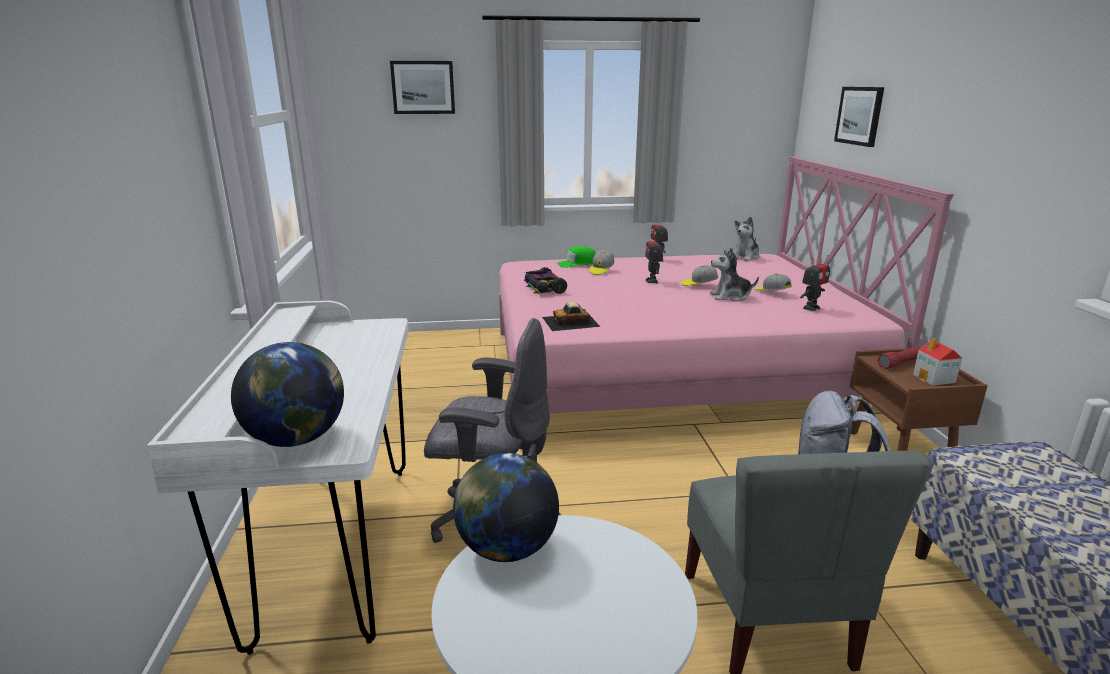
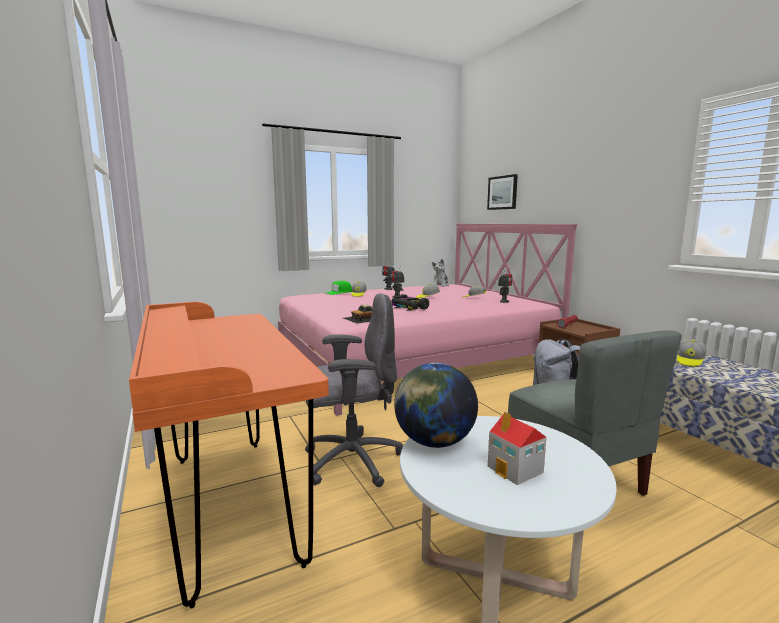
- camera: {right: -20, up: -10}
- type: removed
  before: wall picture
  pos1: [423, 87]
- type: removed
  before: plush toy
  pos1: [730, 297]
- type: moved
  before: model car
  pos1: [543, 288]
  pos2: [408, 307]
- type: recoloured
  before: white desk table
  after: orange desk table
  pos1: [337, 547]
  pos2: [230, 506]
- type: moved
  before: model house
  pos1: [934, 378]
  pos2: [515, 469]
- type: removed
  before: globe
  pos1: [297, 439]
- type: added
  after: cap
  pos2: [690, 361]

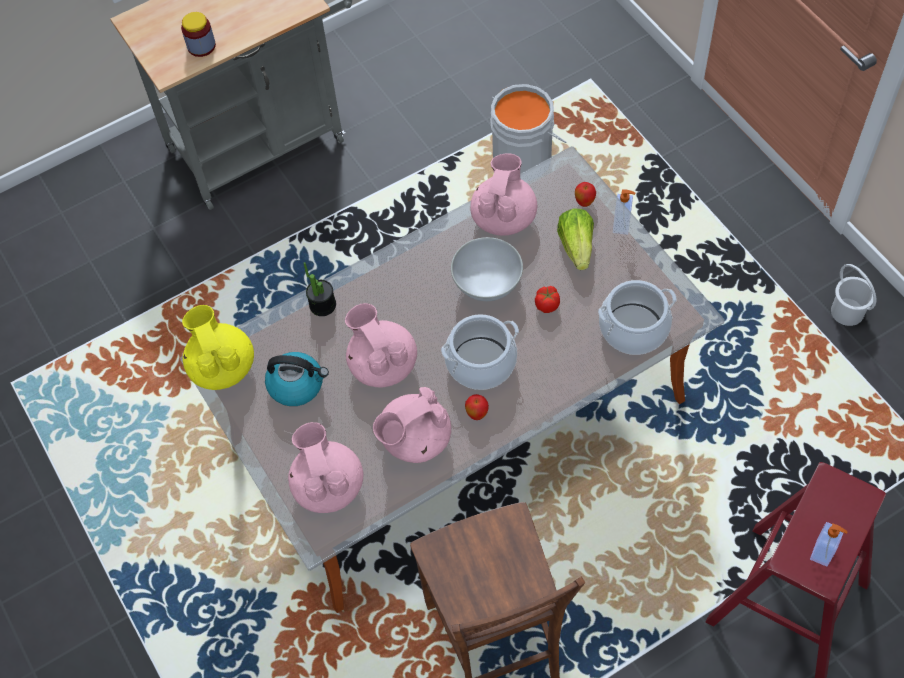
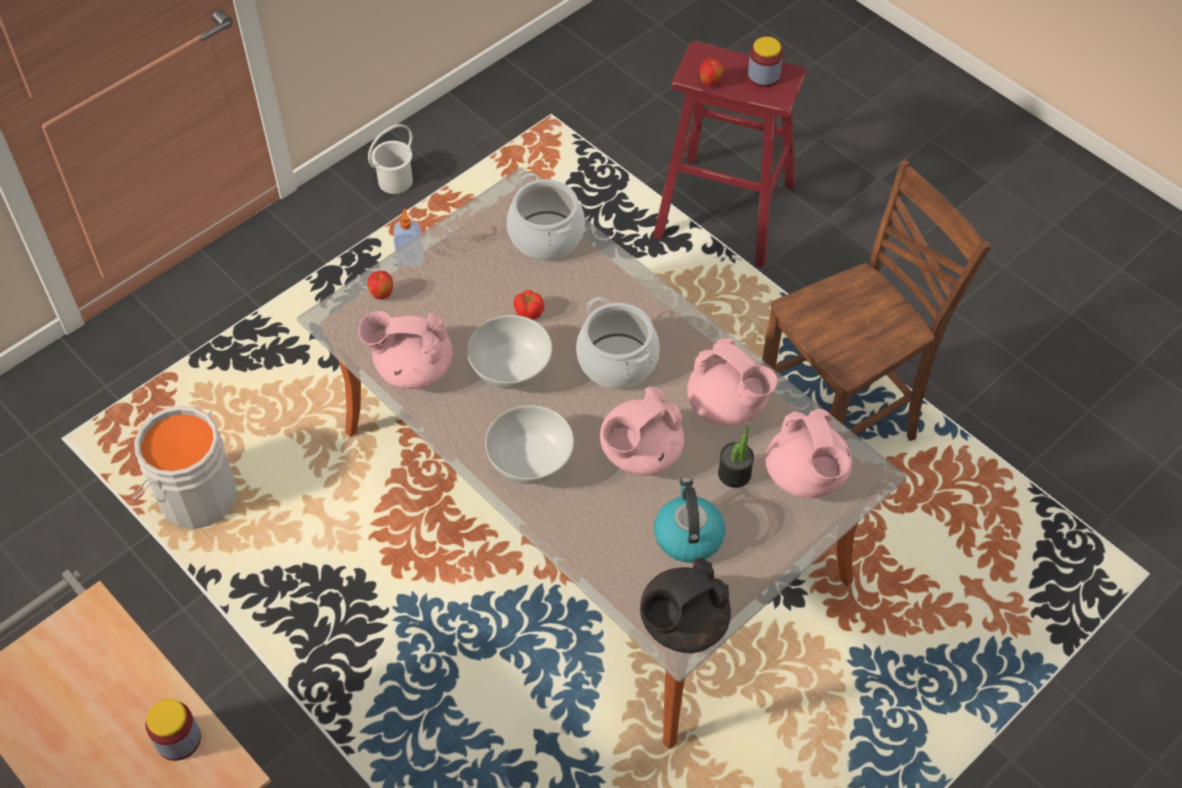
- camera: {right: -105, up: -5}
- type: removed
  before: lettuce
  pos1: [576, 246]
- type: moved
  before: plant in a pot
  pos1: [322, 305]
  pos2: [734, 474]
- type: recoloured
  before: yellowish pot for tea
  after: black pot for tea
  pos1: [222, 366]
  pos2: [682, 625]
- type: moved
  before: apple
  pos1: [477, 414]
  pos2: [710, 83]
- type: turned
  before: pinkish pot for tea
  pos1: [328, 485]
  pos2: [806, 477]
  turn: -75
- type: replaced
  before: liquid soap bottle
  after: preserve jar
  pos1: [823, 553]
  pos2: [763, 76]
- type: added
  after: white serving bowl
  pos2: [530, 463]

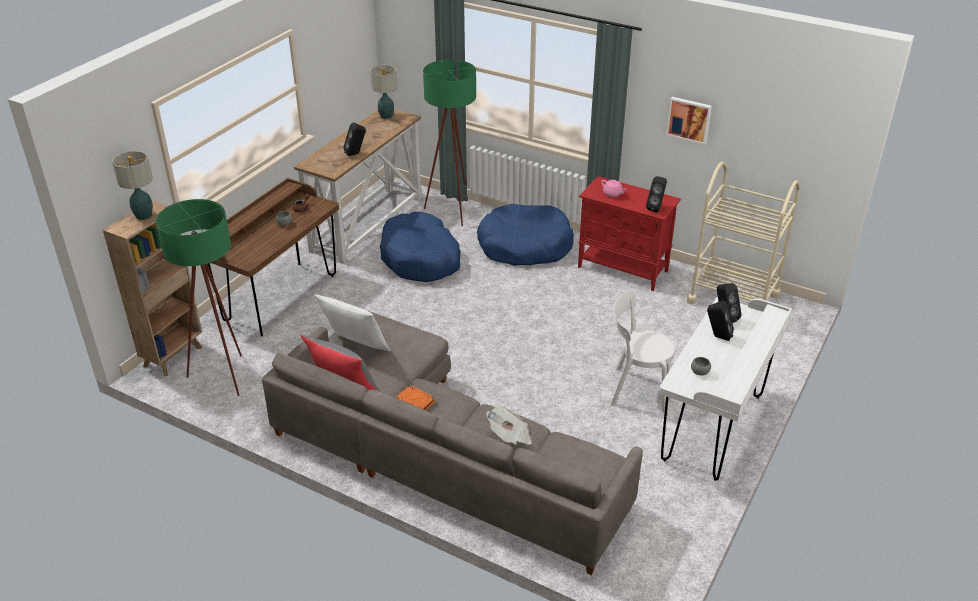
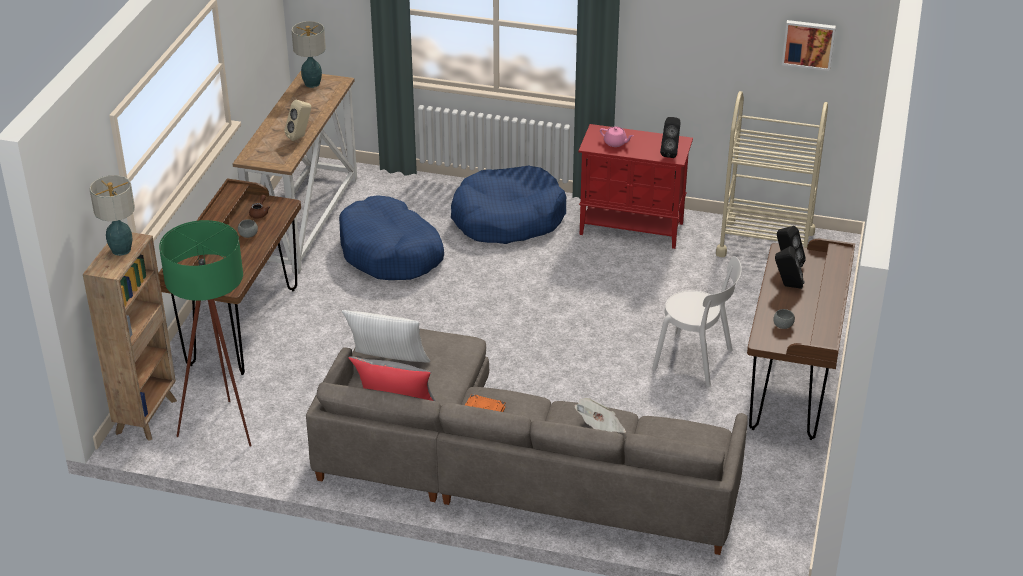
- camera: {right: -15, up: 0}
- type: removed
  before: greenish standing lamp
  pos1: [453, 215]
- type: moved
  before: wall picture
  pos1: [689, 119]
  pos2: [808, 44]
- type: recoloured
  before: black audio speaker
  after: sand-coloured audio speaker
  pos1: [356, 154]
  pos2: [300, 137]
- type: turned
  before: white chair
  pos1: [636, 389]
  pos2: [696, 360]
  turn: -150
- type: recoloured
  before: white desk table
  after: brownish desk table
  pos1: [713, 428]
  pos2: [791, 387]

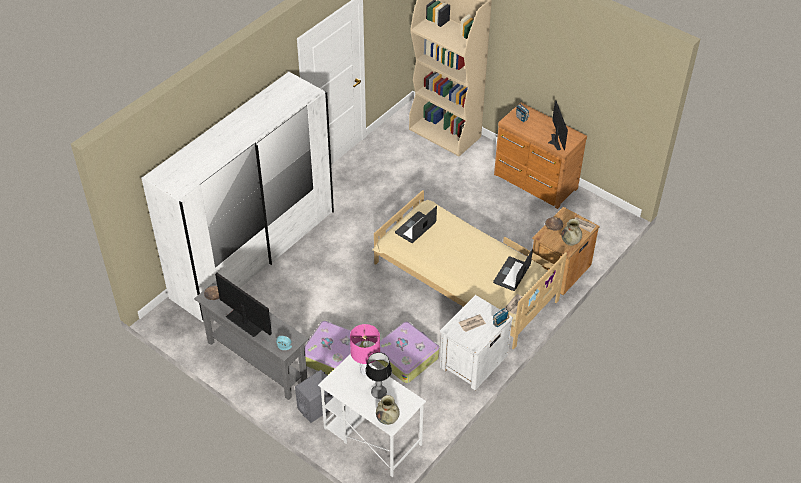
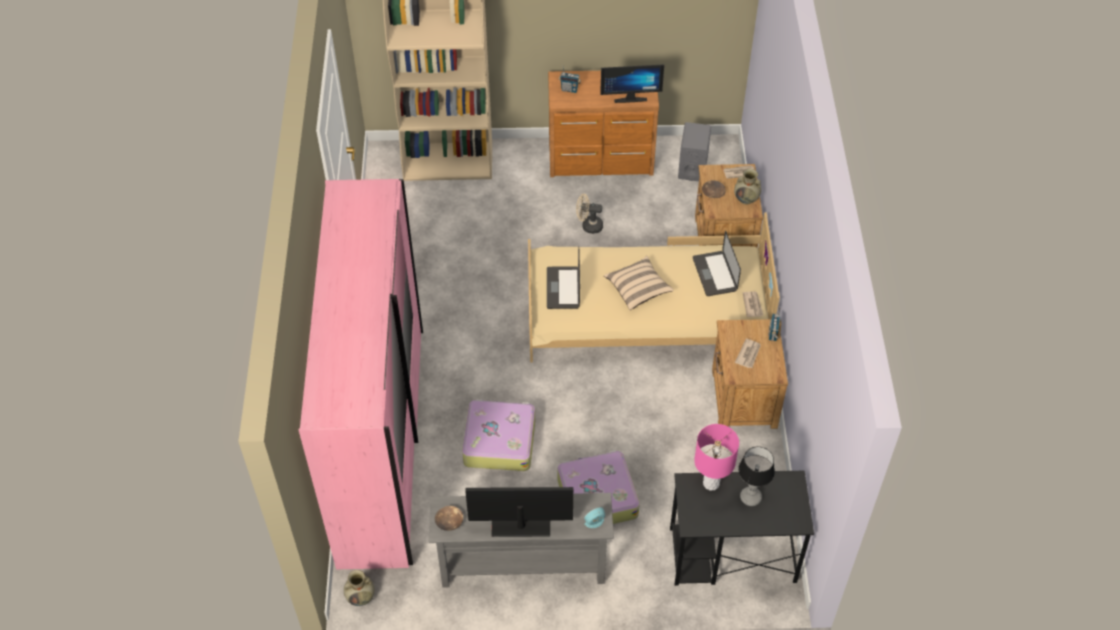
- camera: {right: -40, up: 5}
- type: recoloured
  before: white clothes cupboard
  after: pinkish clothes cupboard
  pos1: [254, 253]
  pos2: [381, 443]
- type: turned
  before: monitor
  pos1: [553, 142]
  pos2: [630, 97]
  turn: 135
- type: recoloured
  before: white bedside table
  after: brownish bedside table
  pos1: [472, 361]
  pos2: [743, 399]
- type: moved
  before: piece of luggage
  pos1: [406, 357]
  pos2: [499, 441]
- type: recoloured
  before: white desk table
  after: black desk table
  pos1: [372, 436]
  pos2: [731, 555]
- type: moved
  before: gray audio speaker
  pos1: [317, 407]
  pos2: [692, 167]
- type: moved
  before: sand-coloured flower vase
  pos1: [388, 419]
  pos2: [361, 597]
- type: added
  after: sand-coloured fan
  pos2: [588, 226]
- type: added
  after: sand-coloured cushion
  pos2: [638, 289]

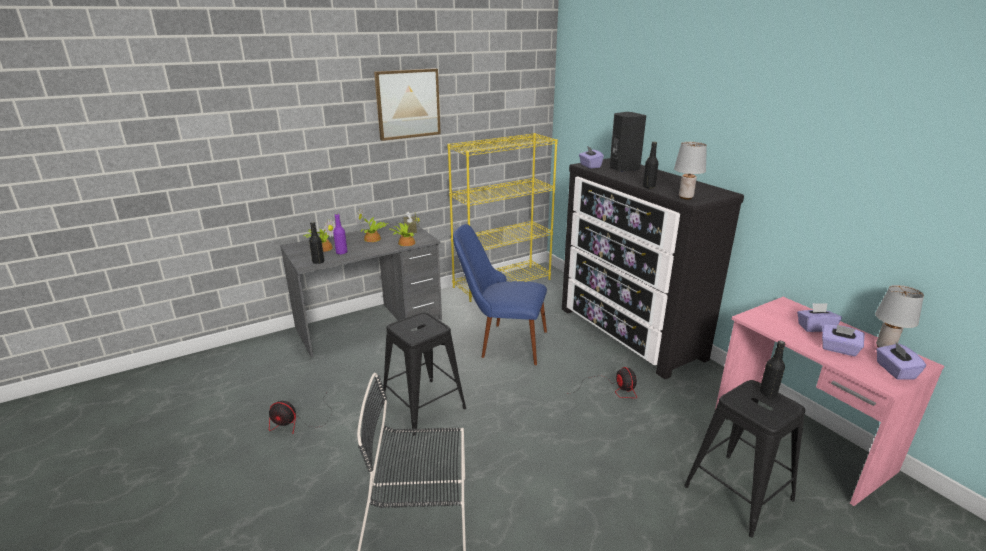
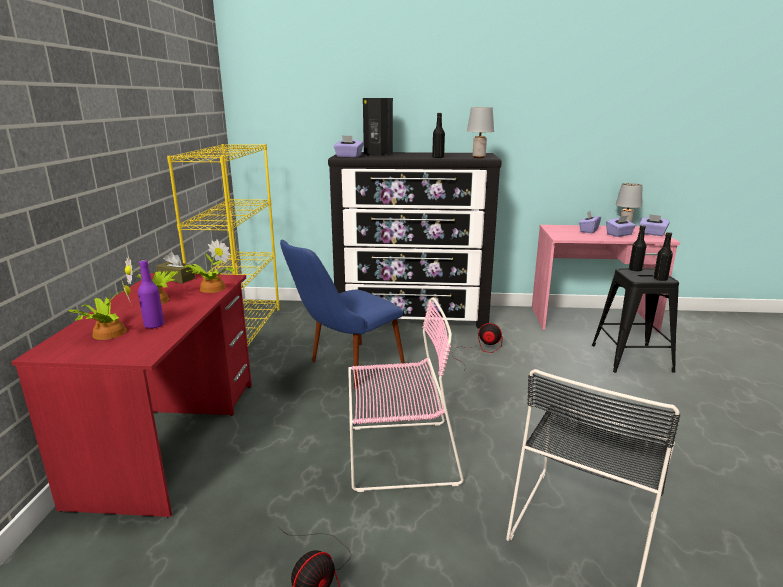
- camera: {right: -55, up: -5}
- type: removed
  before: wall picture
  pos1: [408, 104]
- type: recoloured
  before: gray desk table
  after: reddish desk table
  pos1: [369, 324]
  pos2: [172, 438]
- type: moved
  before: black beverage bottle
  pos1: [318, 262]
  pos2: [660, 279]
- type: replaced
  before: black stool
  after: pinkish chair
  pos1: [423, 405]
  pos2: [397, 454]

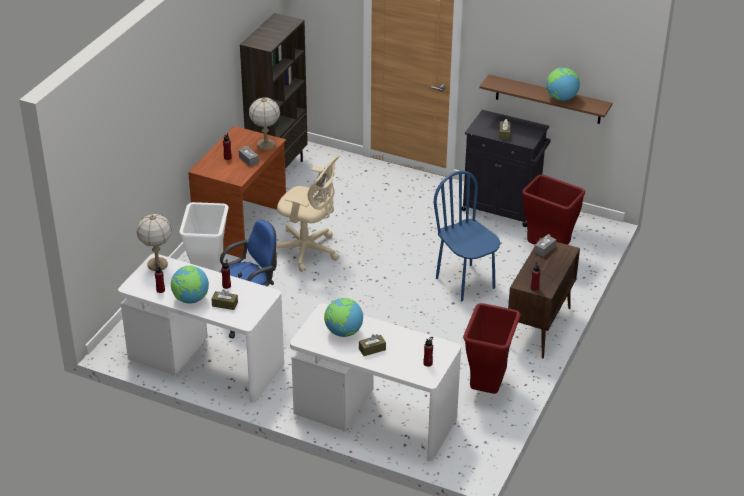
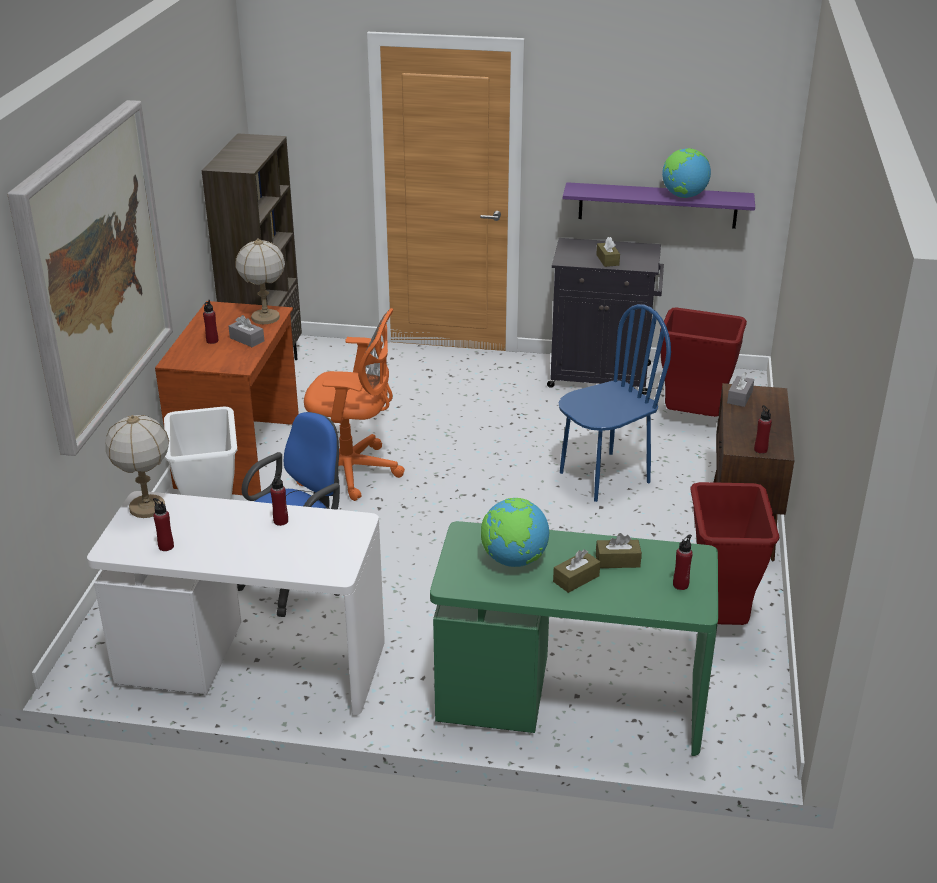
- camera: {right: -15, up: -5}
- type: recoloured
  before: brownish wall shelf
  after: purple-coloured wall shelf
  pos1: [548, 99]
  pos2: [657, 205]
- type: recoloured
  before: sand-coloured office chair
  after: orange office chair
  pos1: [308, 251]
  pos2: [353, 471]
- type: turned
  before: blue chair
  pos1: [465, 282]
  pos2: [604, 477]
  turn: 105
- type: removed
  before: globe
  pos1: [191, 299]
- type: moved
  before: brownish tissue holder
  pos1: [225, 304]
  pos2: [617, 561]
- type: recoloured
  before: white desk table
  after: greenish desk table
  pos1: [374, 417]
  pos2: [568, 701]
- type: added
  after: wall picture
  pos2: [94, 271]

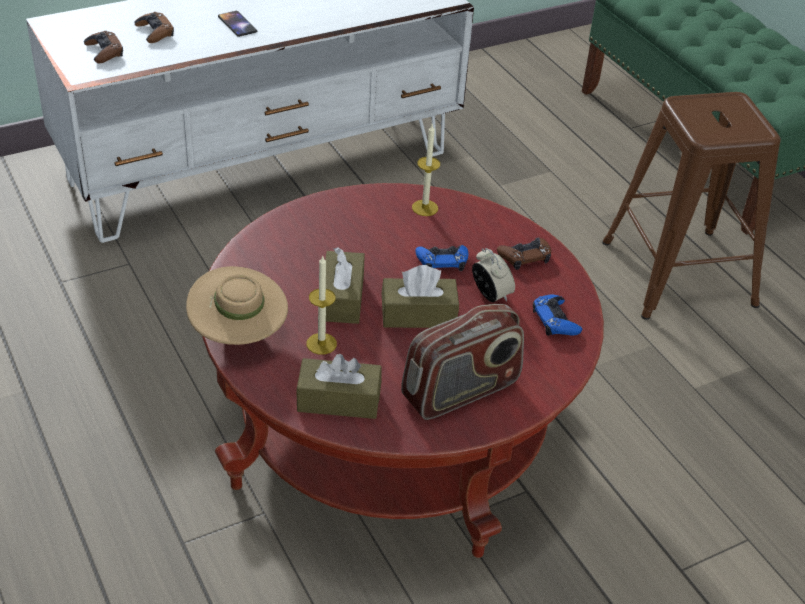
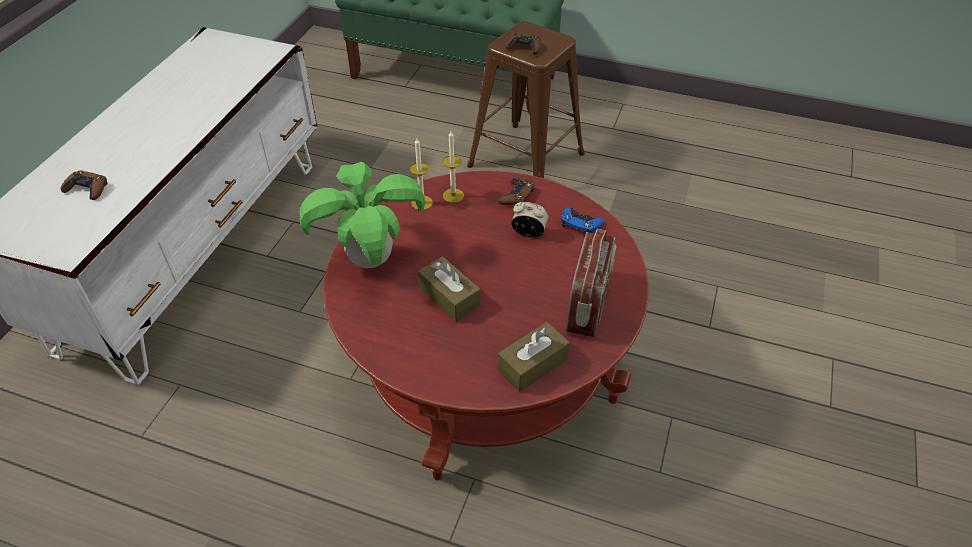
- camera: {right: -40, up: 5}
- type: removed
  before: handset
  pos1: [237, 24]
- type: moved
  before: brownish joypad
  pos1: [104, 52]
  pos2: [524, 47]
- type: removed
  before: blue joypad
  pos1: [442, 261]
- type: moved
  before: candle
  pos1: [321, 343]
  pos2: [453, 195]
- type: removed
  before: brownish tissue holder
  pos1: [418, 315]
- type: removed
  before: sand-coloured wearable hat
  pos1: [238, 334]
- type: added
  after: plant in a pot
  pos2: [370, 260]

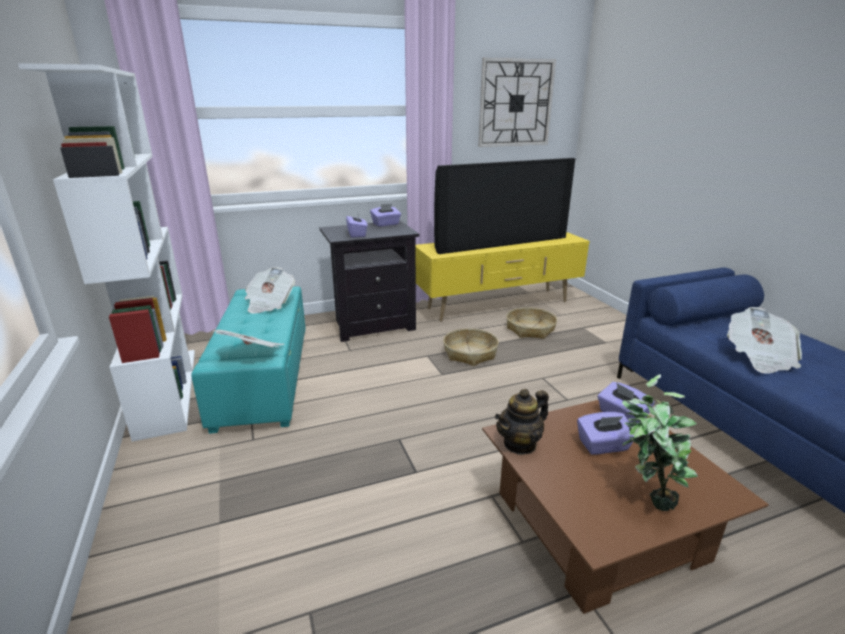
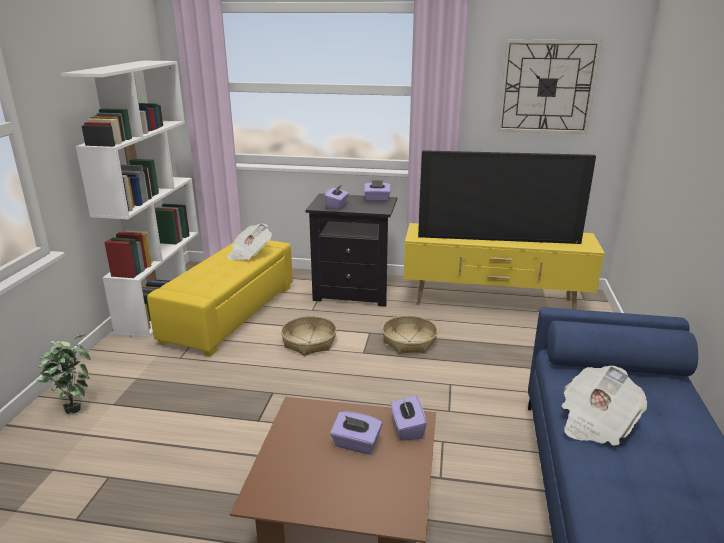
- camera: {right: 30, up: 0}
- type: recoloured
  before: blue-green footrest
  after: yellowish footrest
  pos1: [264, 376]
  pos2: [231, 313]
- type: moved
  before: basket
  pos1: [530, 329]
  pos2: [309, 342]
- type: removed
  before: newspaper
  pos1: [253, 354]
- type: moved
  before: plant in a pot
  pos1: [646, 497]
  pos2: [74, 406]
- type: removed
  before: pot for tea
  pos1: [520, 444]

